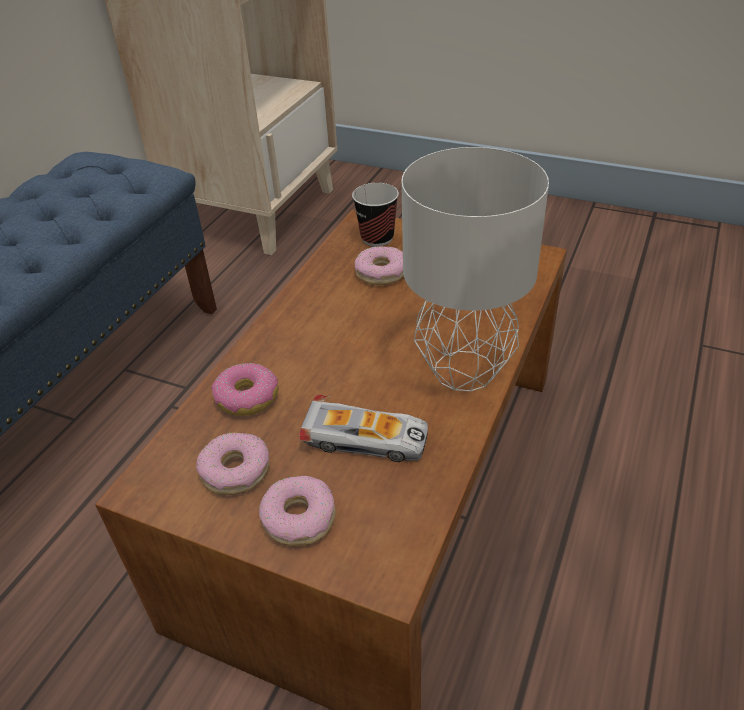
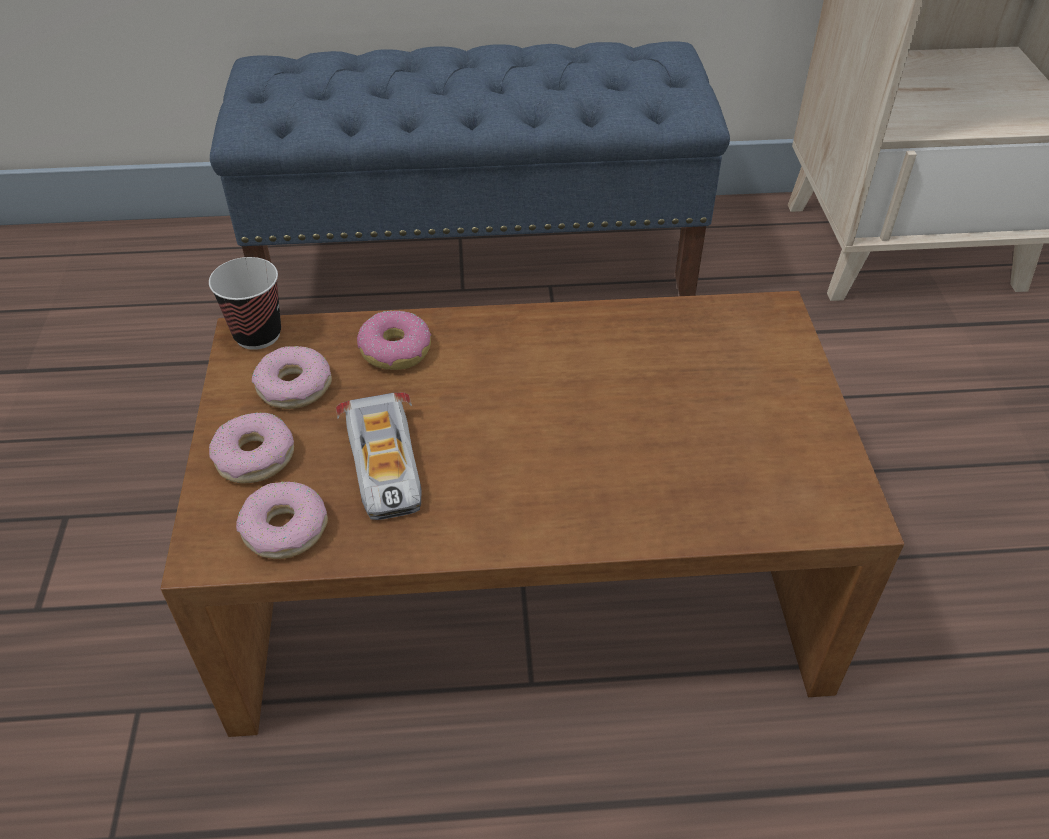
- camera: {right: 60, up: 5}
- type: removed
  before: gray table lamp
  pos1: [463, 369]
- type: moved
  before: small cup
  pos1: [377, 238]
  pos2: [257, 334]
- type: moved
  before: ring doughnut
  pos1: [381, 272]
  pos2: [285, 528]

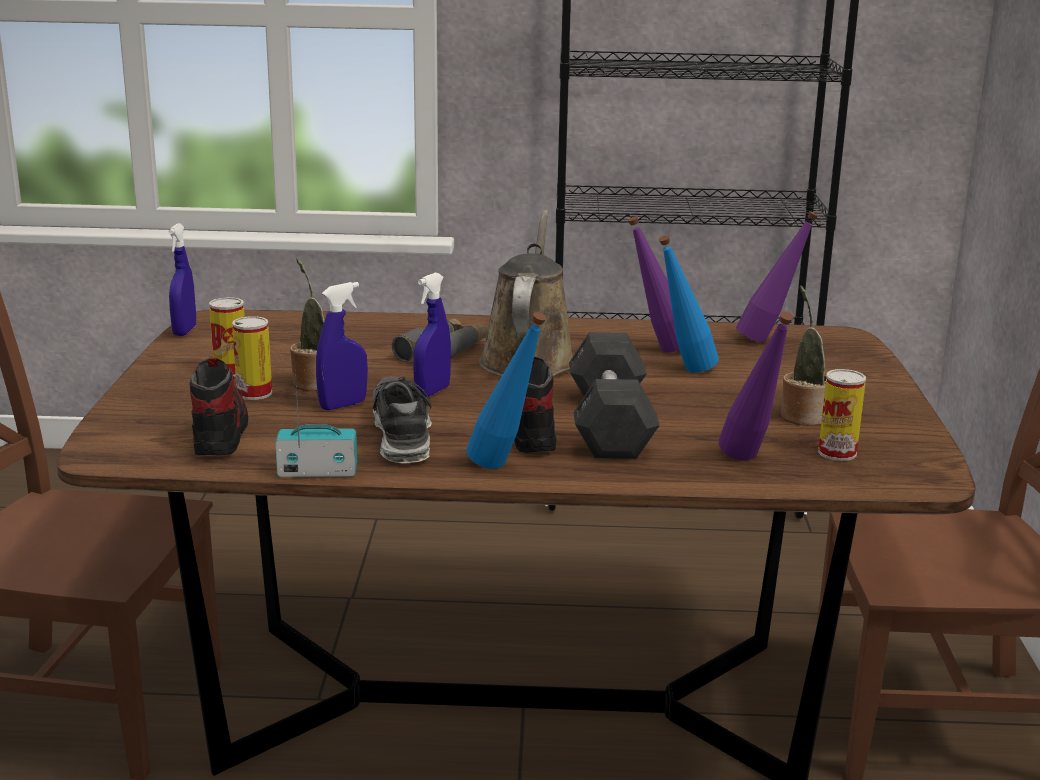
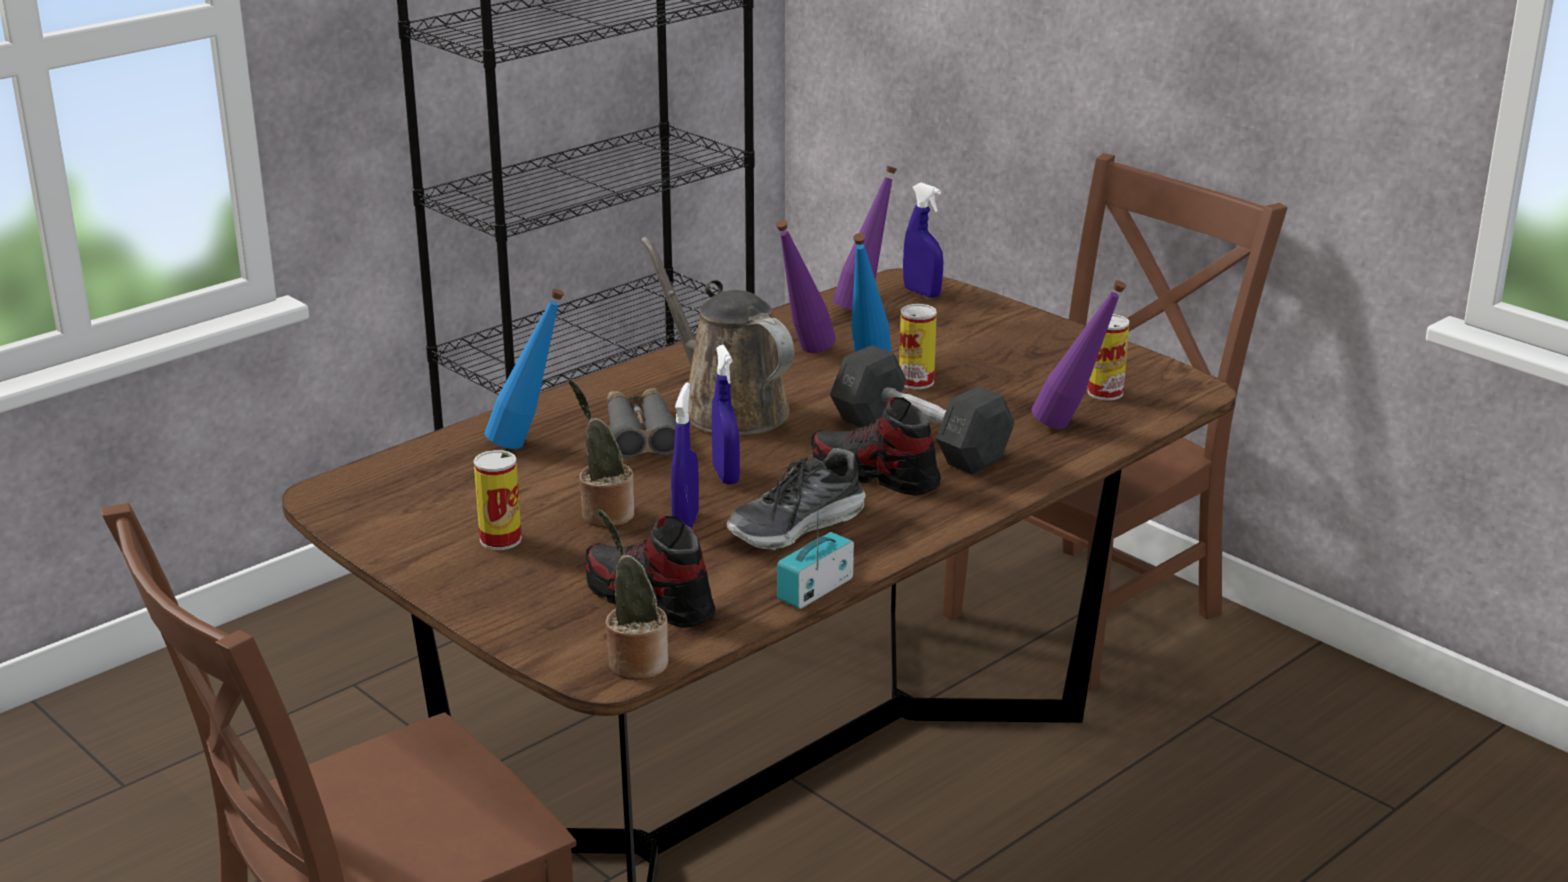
- camera: {right: -45, up: 5}
- type: moved
  before: blue hand sprayer
  pos1: [184, 331]
  pos2: [922, 293]
- type: moved
  before: plant in a pot
  pos1: [802, 415]
  pos2: [634, 662]
- type: moved
  before: blue beverage bottle
  pos1: [505, 468]
  pos2: [529, 443]
- type: moved
  before: can
  pos1: [254, 393]
  pos2: [916, 381]
- type: turned
  before: low shoe
  pos1: [401, 434]
  pos2: [796, 526]
  turn: -75

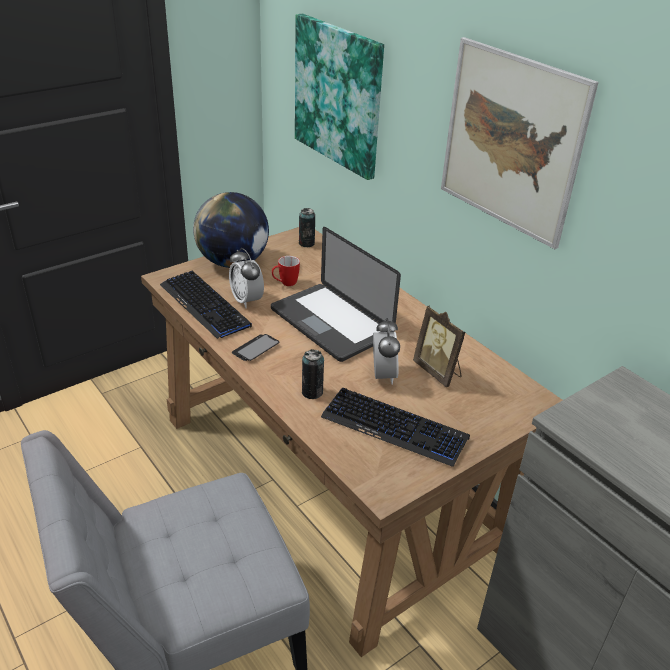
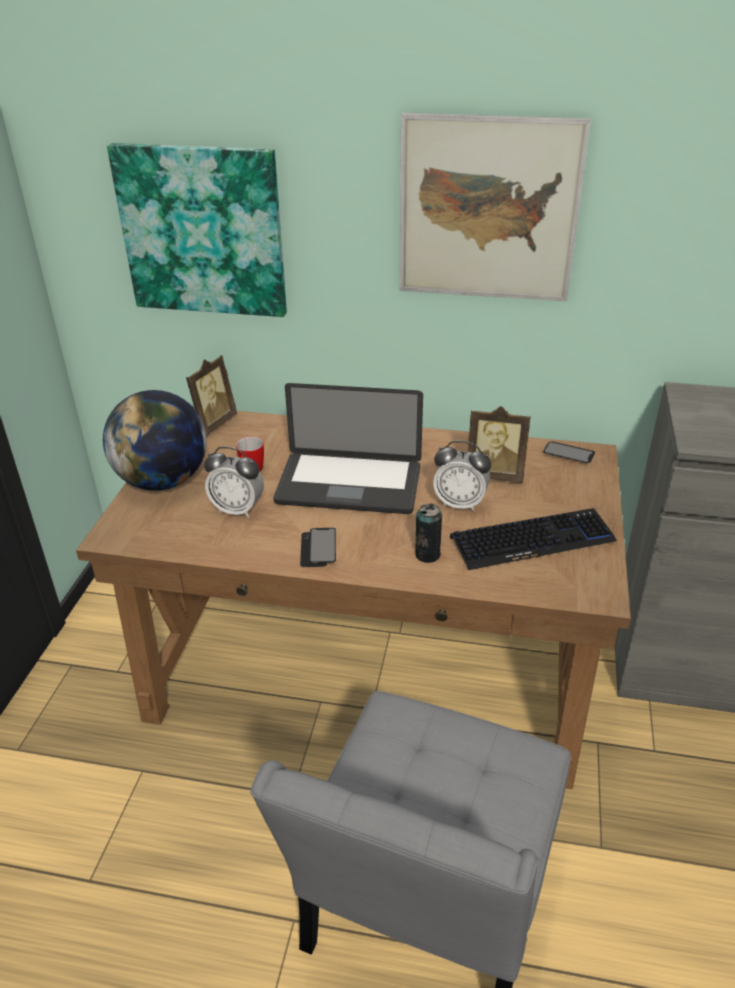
- camera: {right: -40, up: 0}
- type: replaced
  before: can
  after: photo frame
  pos1: [306, 243]
  pos2: [211, 424]
- type: removed
  before: computer keyboard
  pos1: [205, 305]
- type: turned
  before: table clock
  pos1: [383, 375]
  pos2: [460, 504]
  turn: 150
- type: added
  after: handset
  pos2: [568, 454]

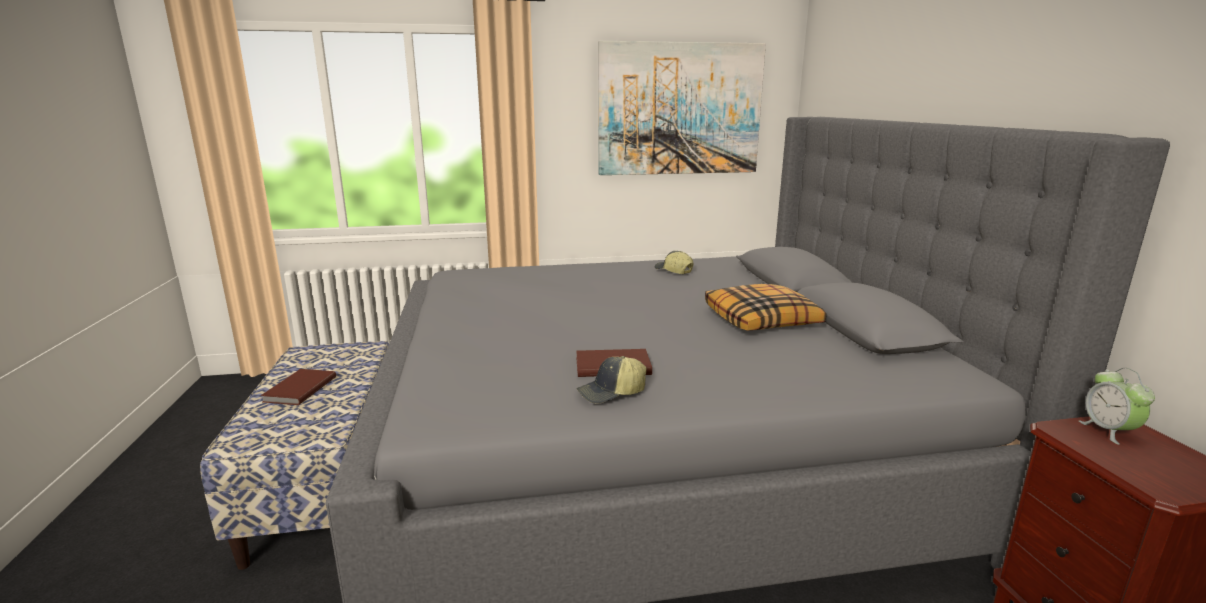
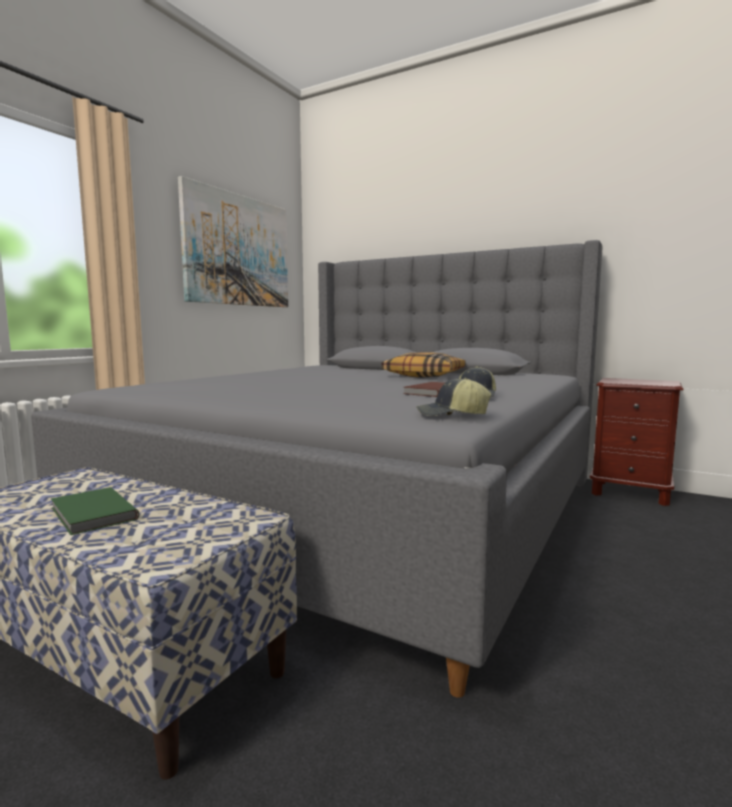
- camera: {right: -50, up: -10}
- type: moved
  before: cap
  pos1: [673, 271]
  pos2: [452, 415]
- type: removed
  before: table clock
  pos1: [1109, 431]
- type: recoloured
  before: brownish bound book
  after: greenish bound book
  pos1: [298, 389]
  pos2: [91, 514]

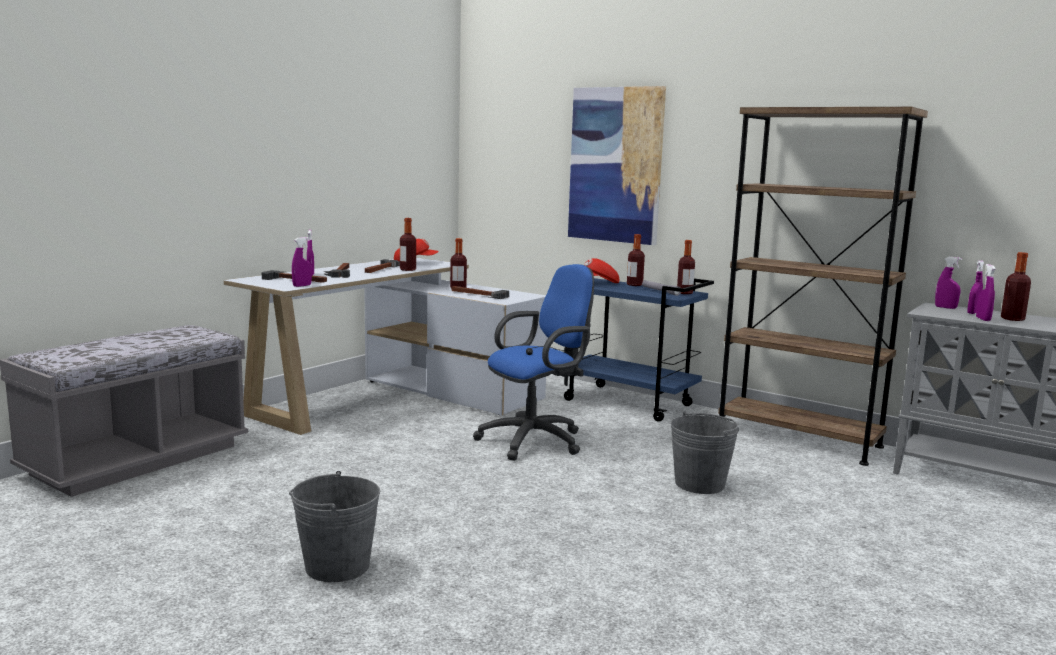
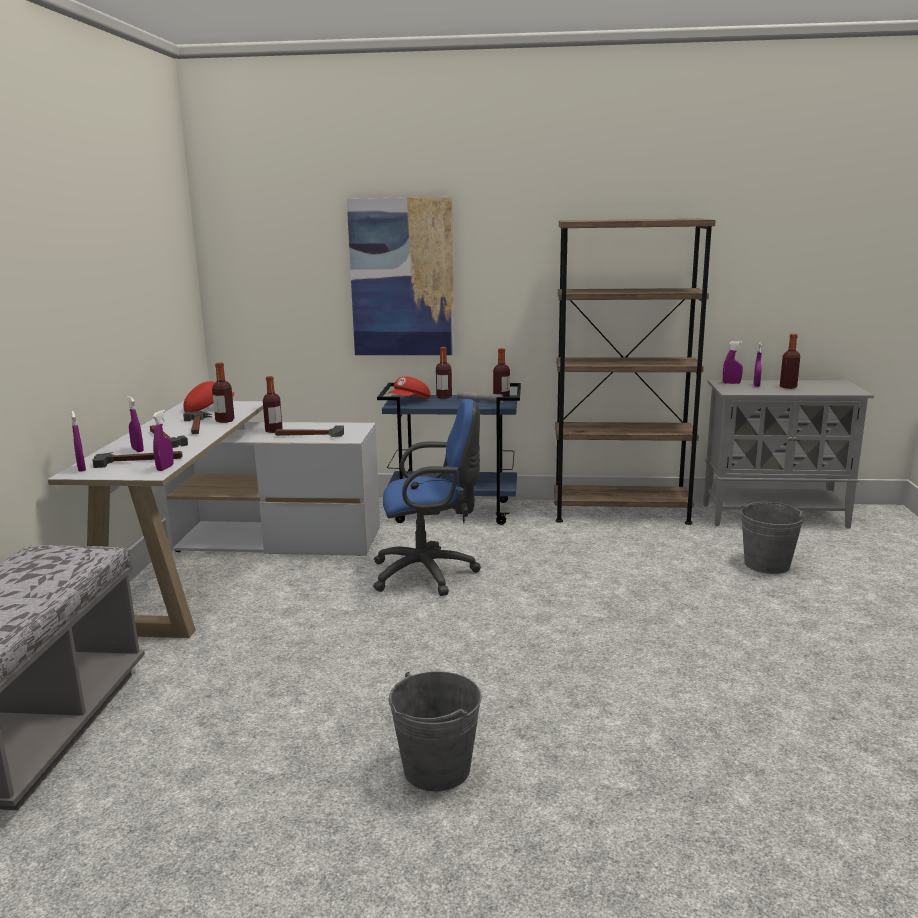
- camera: {right: -30, up: 5}
- type: turned
  before: blue office chair
  pos1: [536, 440]
  pos2: [430, 574]
  turn: 60
- type: moved
  before: purple-coloured hand sprayer
  pos1: [983, 319]
  pos2: [81, 469]
- type: moved
  before: gray pail
  pos1: [700, 484]
  pos2: [767, 564]

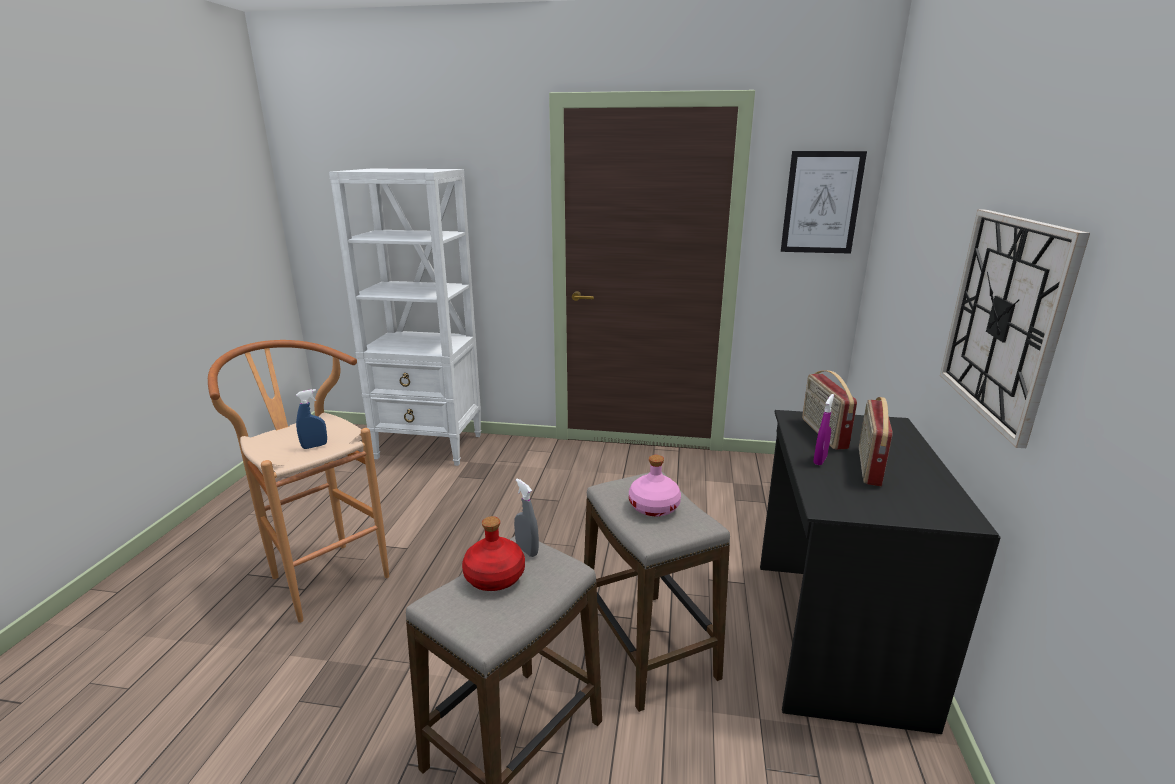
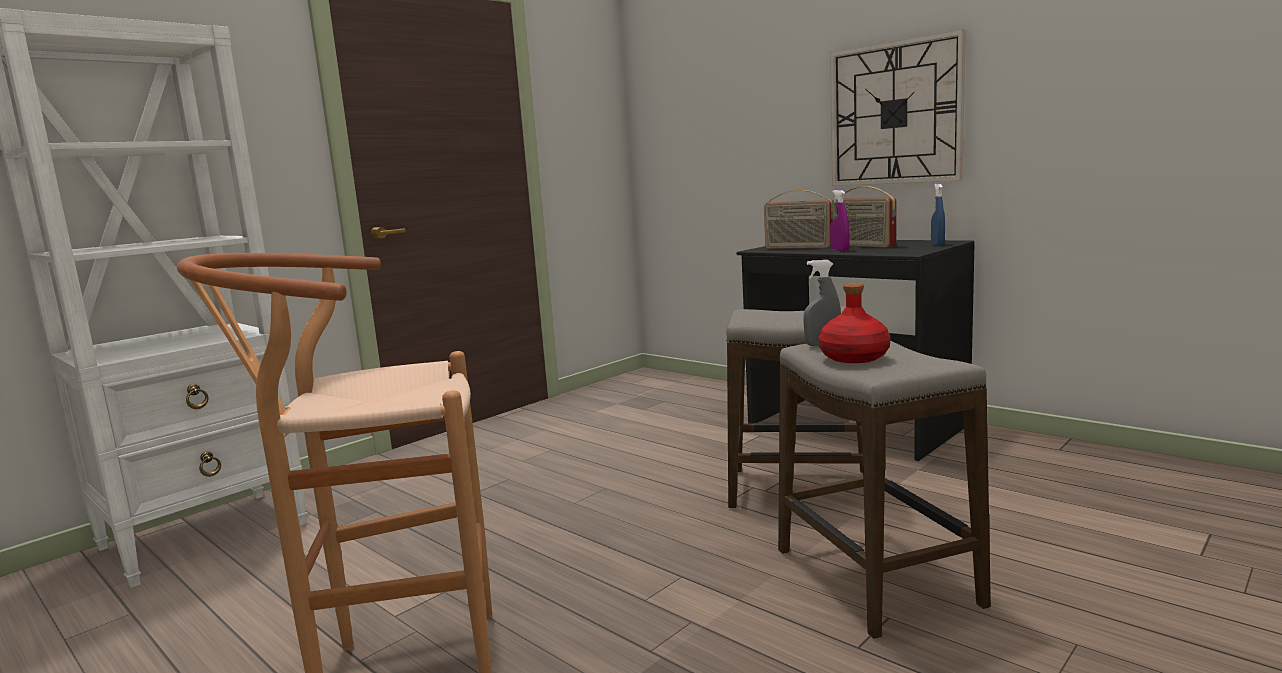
- camera: {right: -55, up: -10}
- type: removed
  before: wall picture
  pos1: [821, 203]
- type: moved
  before: blue hand sprayer
  pos1: [314, 446]
  pos2: [937, 245]
- type: removed
  before: pinkish beverage bottle
  pos1: [654, 507]

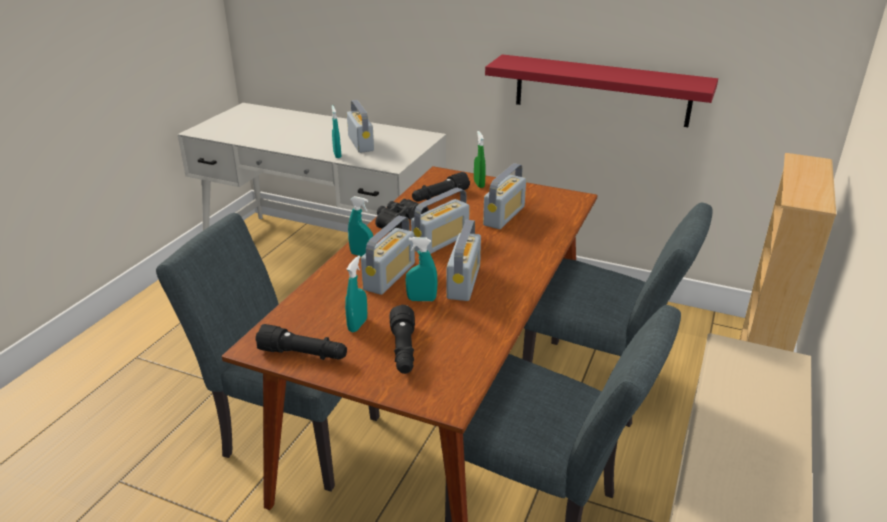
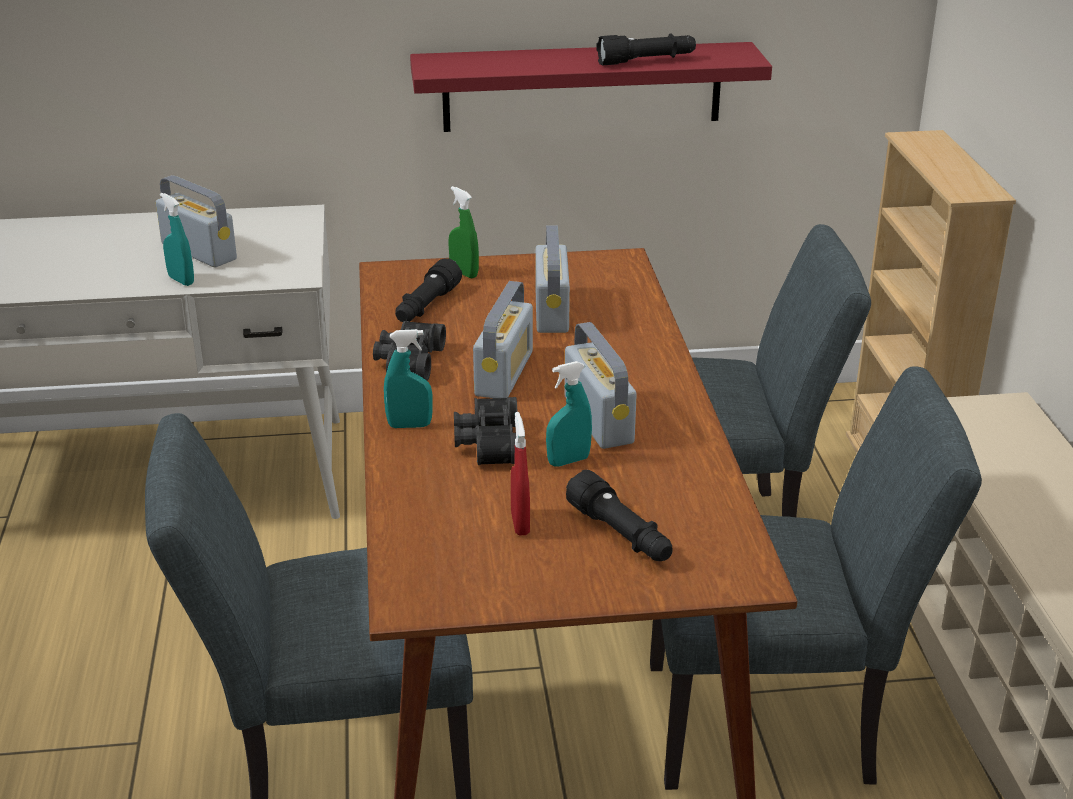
- camera: {right: -30, up: 0}
- type: replaced
  before: radio set
  after: black pair of binoculars
  pos1: [389, 276]
  pos2: [486, 443]
- type: recoloured
  before: blue-green hand sprayer
  after: reddish hand sprayer
  pos1: [357, 325]
  pos2: [520, 524]
- type: moved
  before: black hand torch
  pos1: [304, 354]
  pos2: [646, 61]

